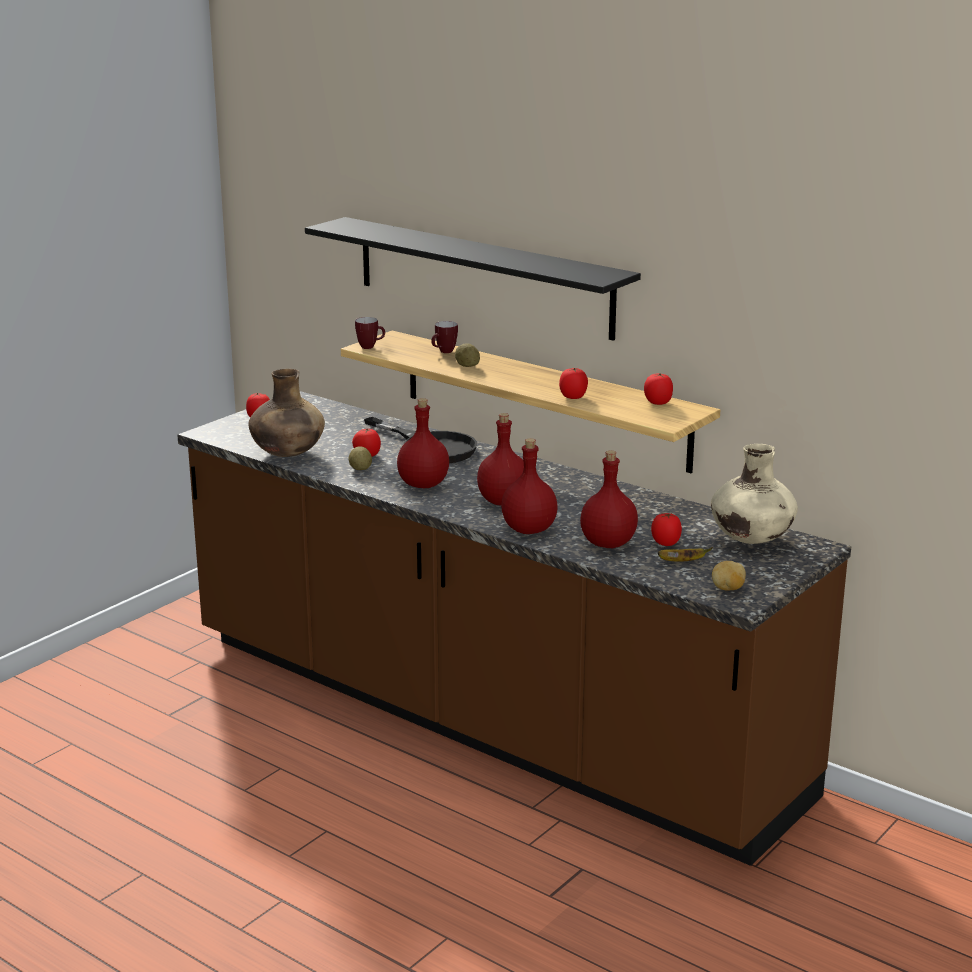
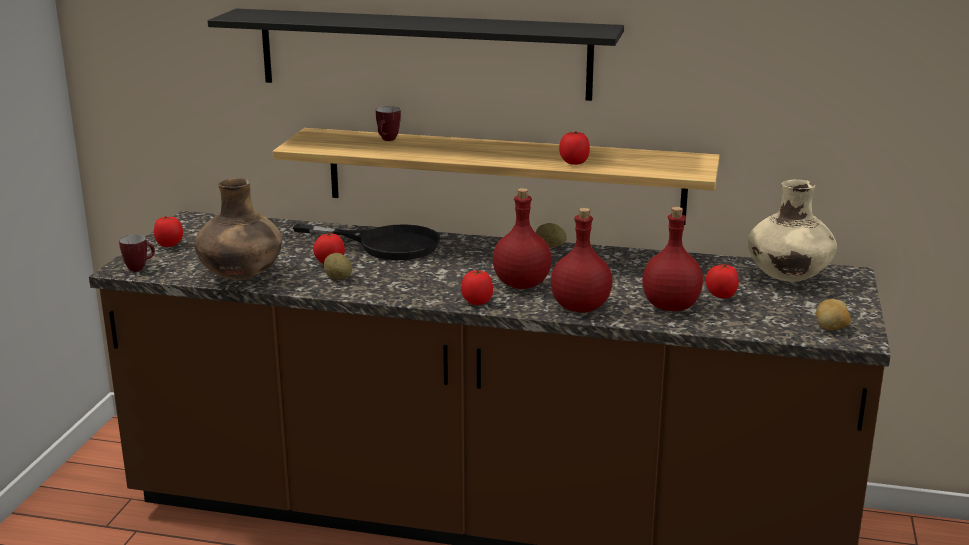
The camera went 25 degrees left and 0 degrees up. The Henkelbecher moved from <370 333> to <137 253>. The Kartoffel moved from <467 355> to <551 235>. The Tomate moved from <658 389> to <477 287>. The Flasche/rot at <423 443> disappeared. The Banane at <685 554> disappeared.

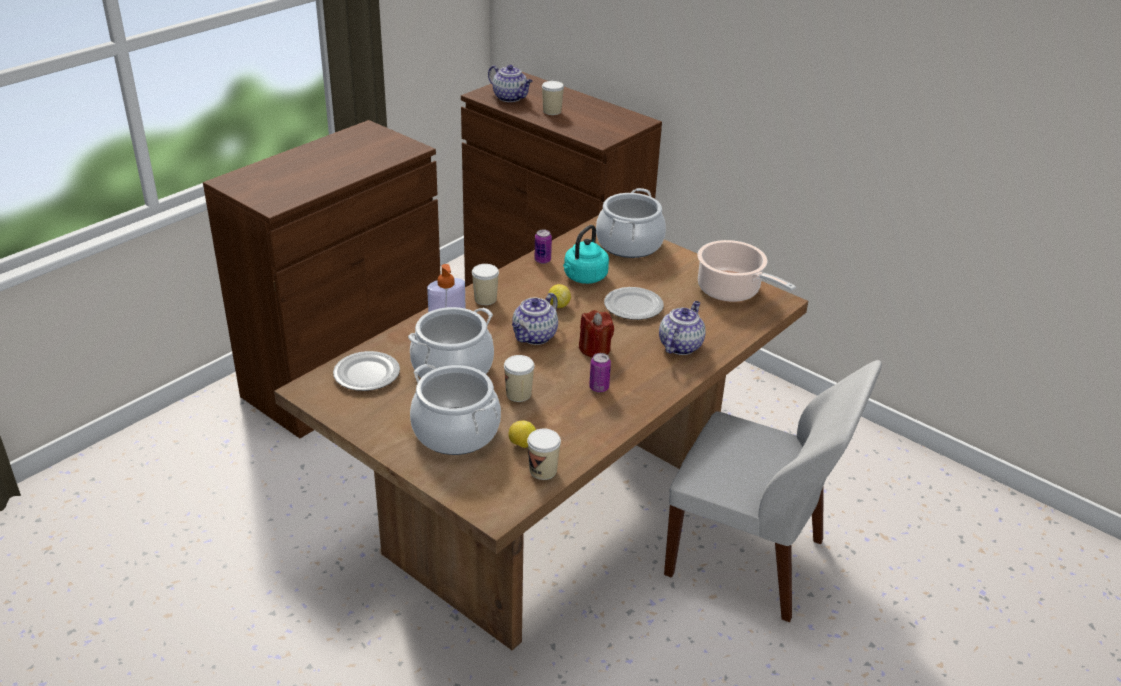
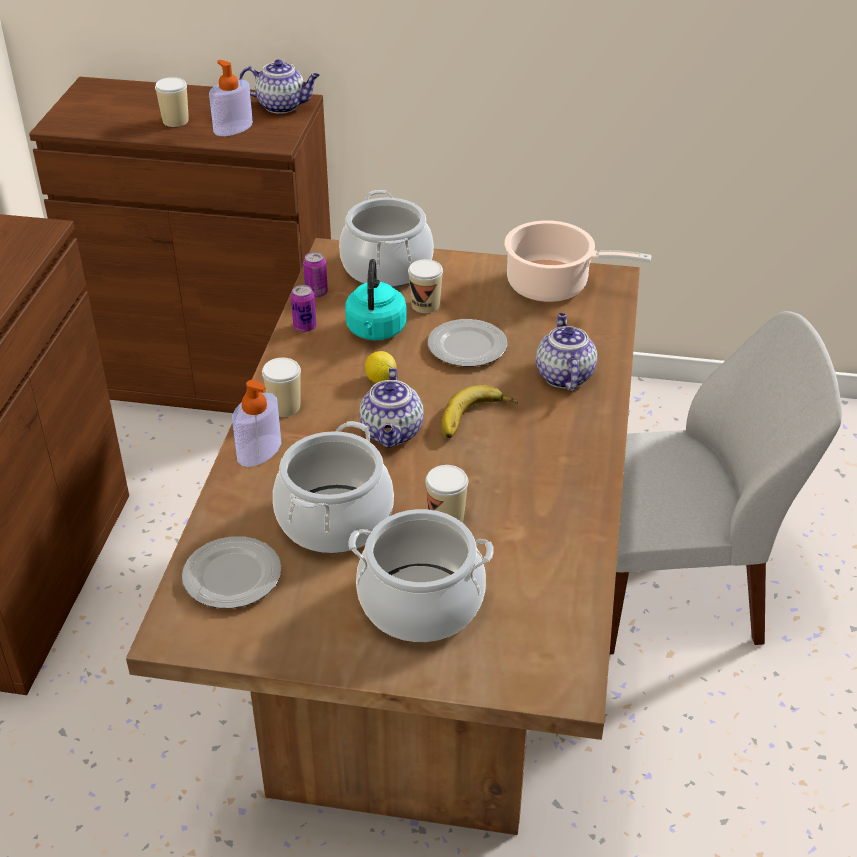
The camera went 30 degrees left and 5 degrees up. The Teekanne moved from <510 83> to <279 87>. The Kerze/rot at <596 334> was replaced by the Banane at <479 411>. The Dose moved from <600 373> to <315 275>. The Zitrone at <522 434> disappeared. The Tasse moved from <544 454> to <425 286>. The Seifenspender at <231 98> appeared.

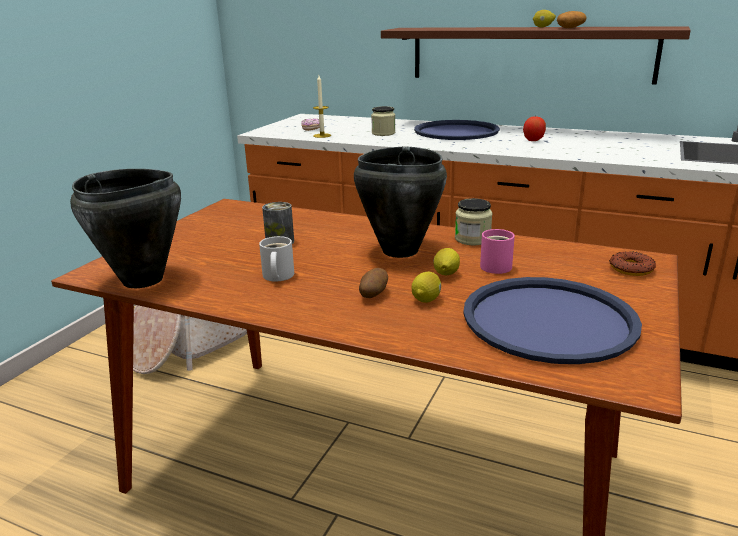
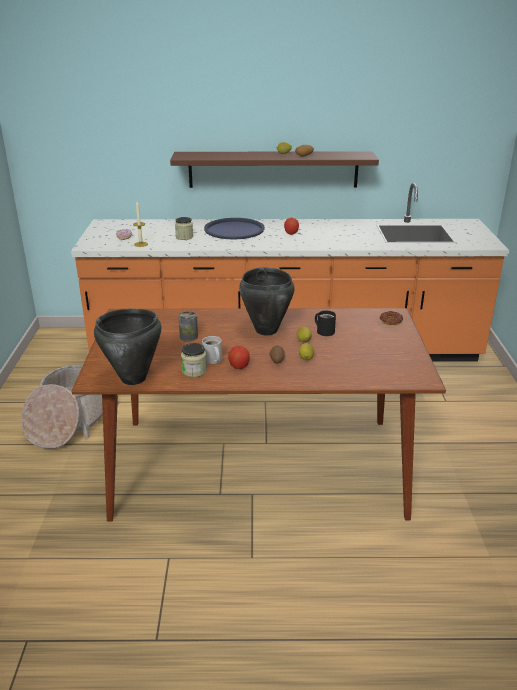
The camera went 25 degrees left and 5 degrees up. The Vorratsglas moved from <473 221> to <194 360>. The Henkelbecher/rosa at <497 251> became the Henkelbecher/schwarz at <325 323>. The Tablett/blau at <552 320> disappeared. The Apfel at <239 357> appeared.

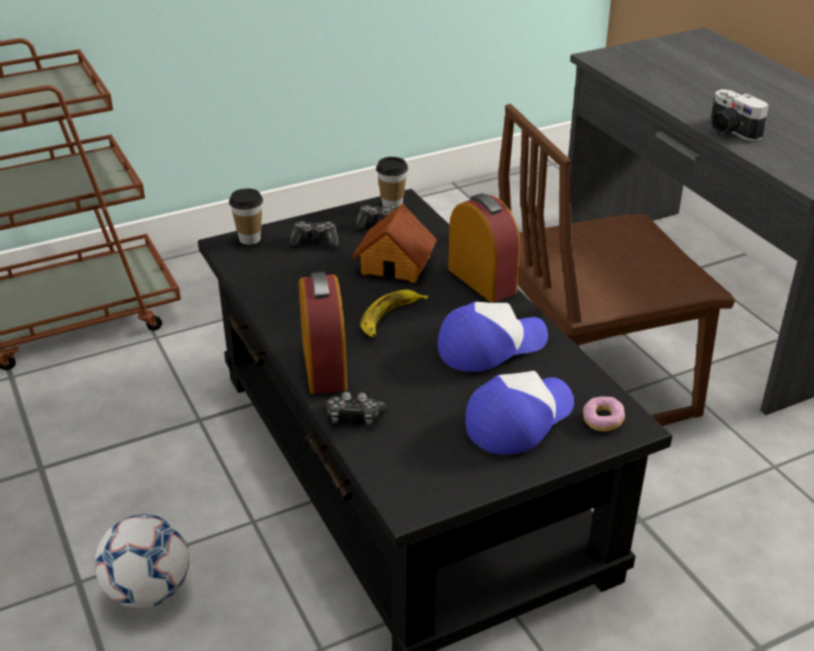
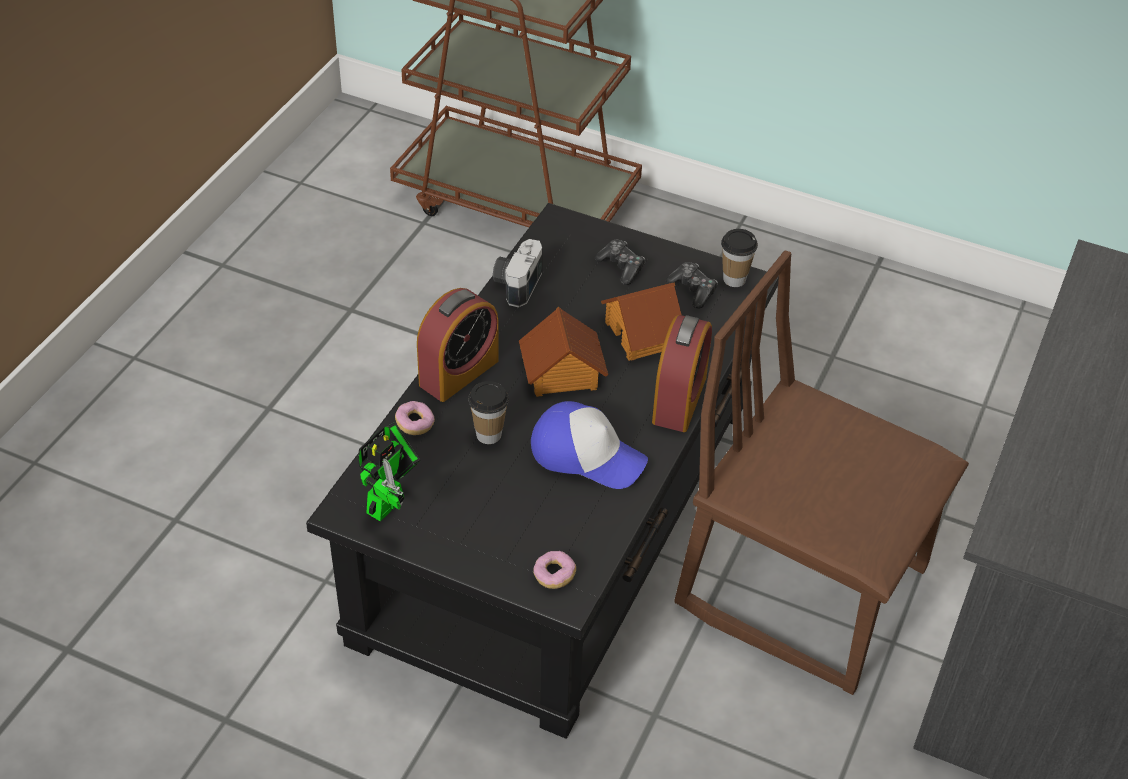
The camera went 50 degrees right and 10 degrees up. The Kamera moved from <740 115> to <517 273>. The Tasse moved from <246 216> to <488 412>. The Banane at <394 313> was replaced by the Spielzeughaus at <563 352>. The Kappe at <520 413> disappeared. The Gamepad at <356 408> was replaced by the Donut at <415 418>. The Fußball at <142 561> disappeared. The Spielzeugroboter at <389 472> appeared.

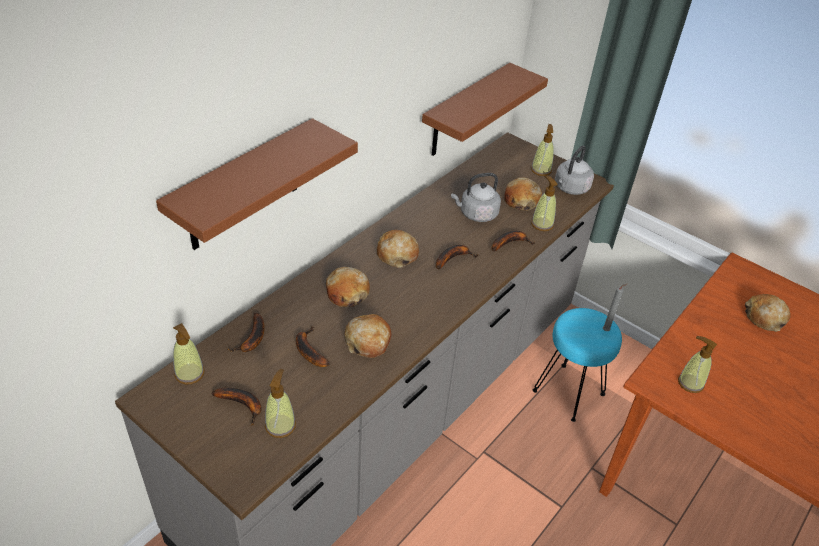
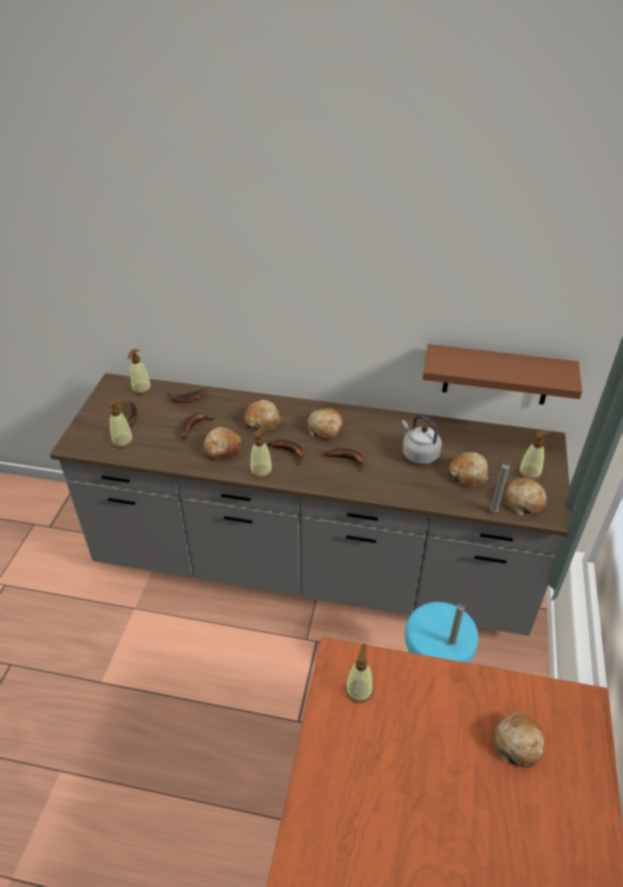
The camera went 65 degrees right and 0 degrees up. The Wandregal/braun at <257 184> disappeared. The Wasserkessel/grau at <574 170> was replaced by the Brot at <525 496>. The Seifenspender moved from <544 203> to <261 453>. The Banane moved from <513 241> to <286 452>. The Kerze/grau at <502 487> appeared.

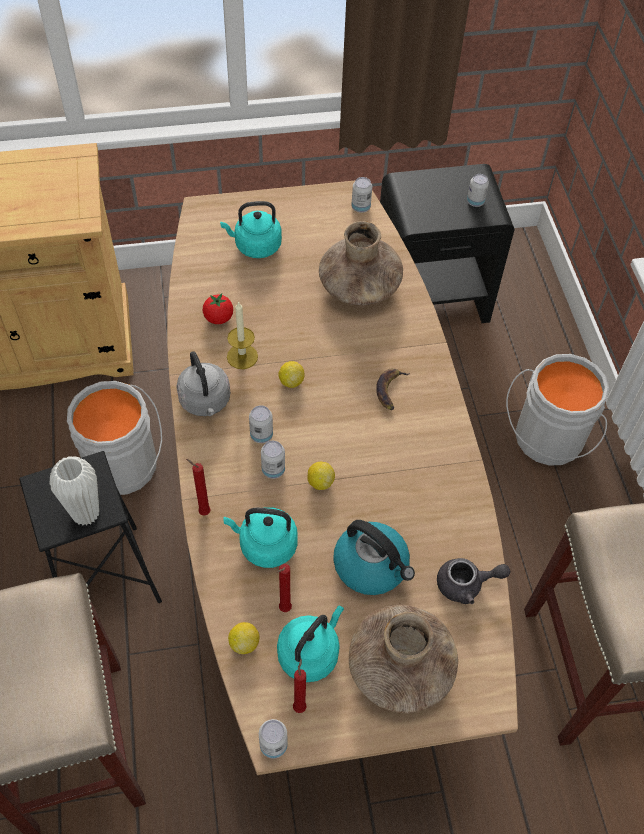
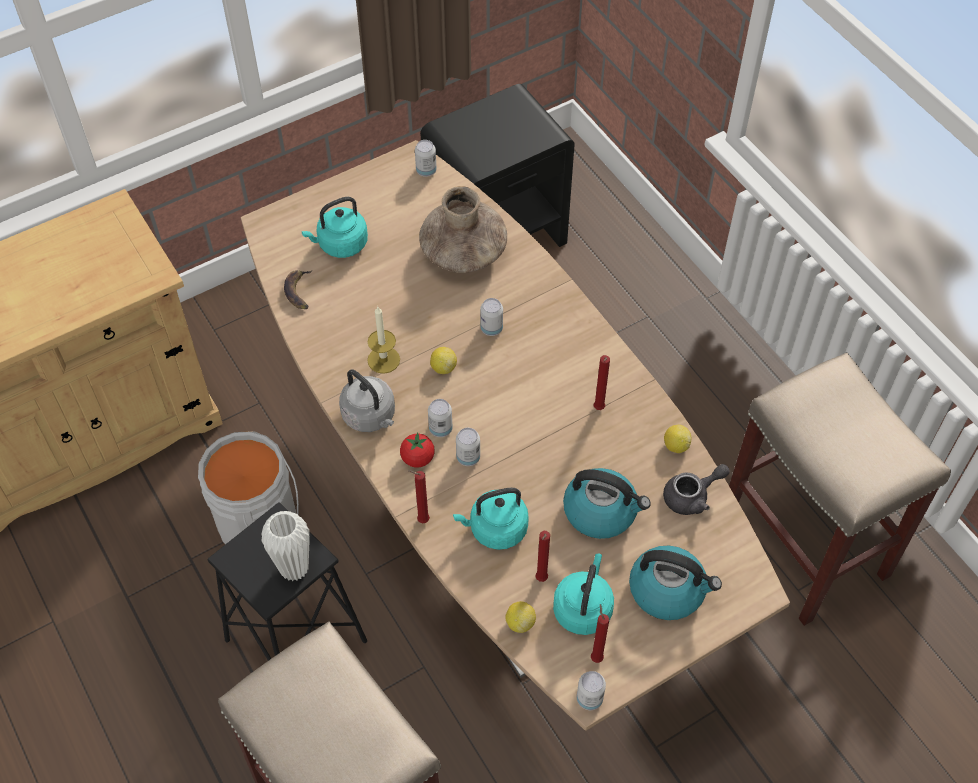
The camera went 20 degrees left and 0 degrees up. The Dose moved from <478 190> to <491 317>. The Tomate moved from <218 308> to <417 450>. The Eimer/grau at <557 410> disappeared. The Banane moved from <393 389> to <298 289>. The Zitrone moved from <321 476> to <677 439>. The Vase/braun at <403 659> was replaced by the Wasserkessel at <675 583>. The Kerze/rot at <602 382> appeared.

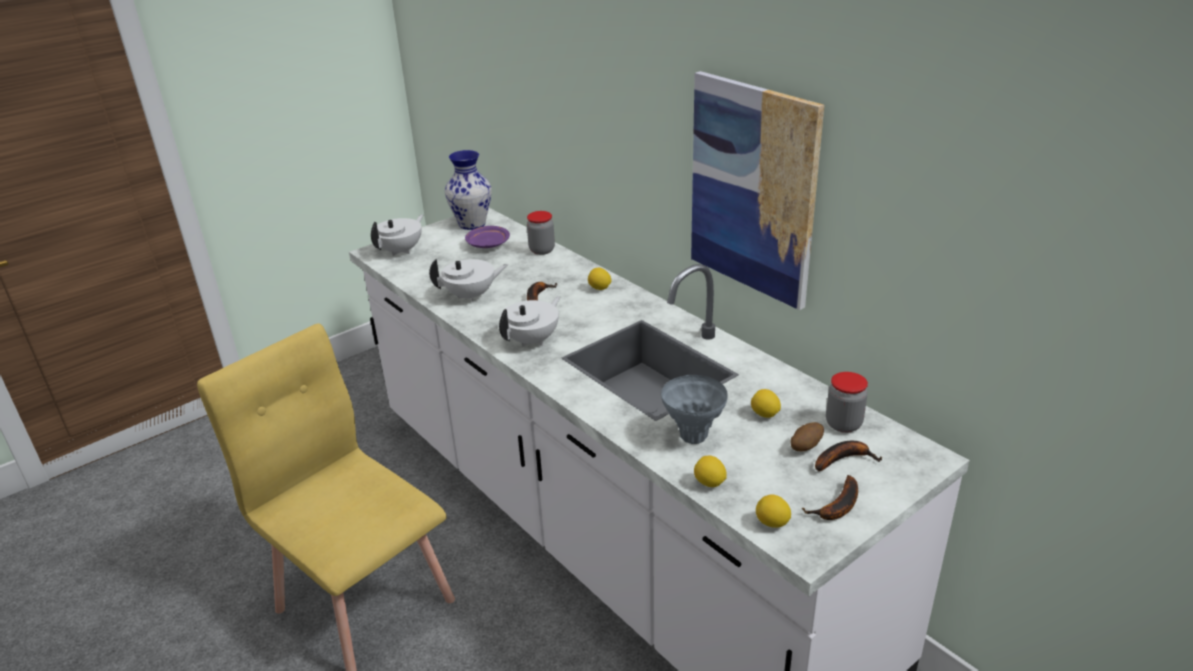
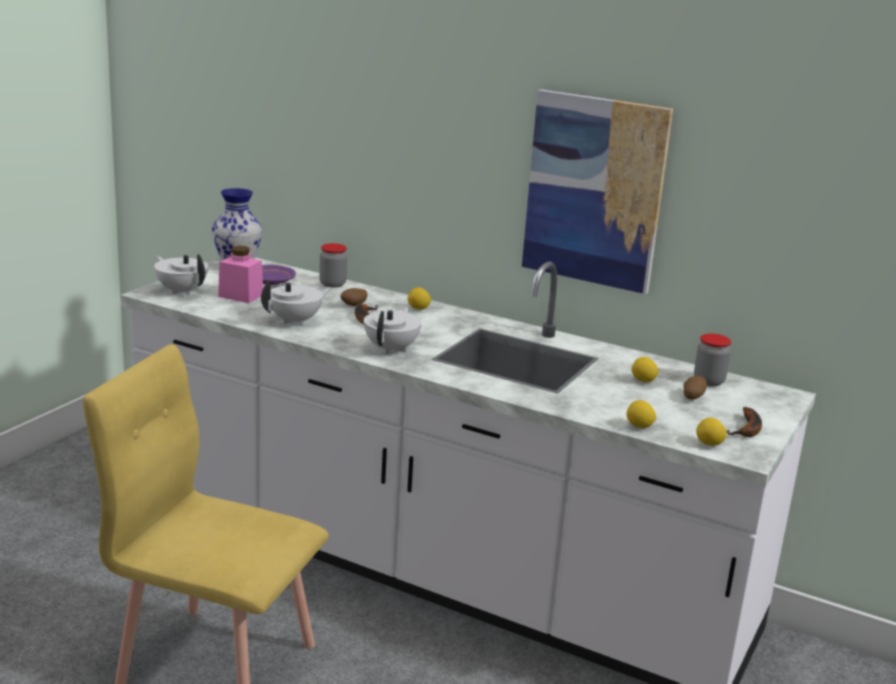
The camera went 25 degrees left and 10 degrees down. The Teekanne/weiß at <397 235> turned 60 degrees counterclockwise. The Vase/grau at <694 409> disappeared. The Banane at <848 456> disappeared. The Vorratsglas/rosa at <240 274> appeared. The Kartoffel at <354 297> appeared.

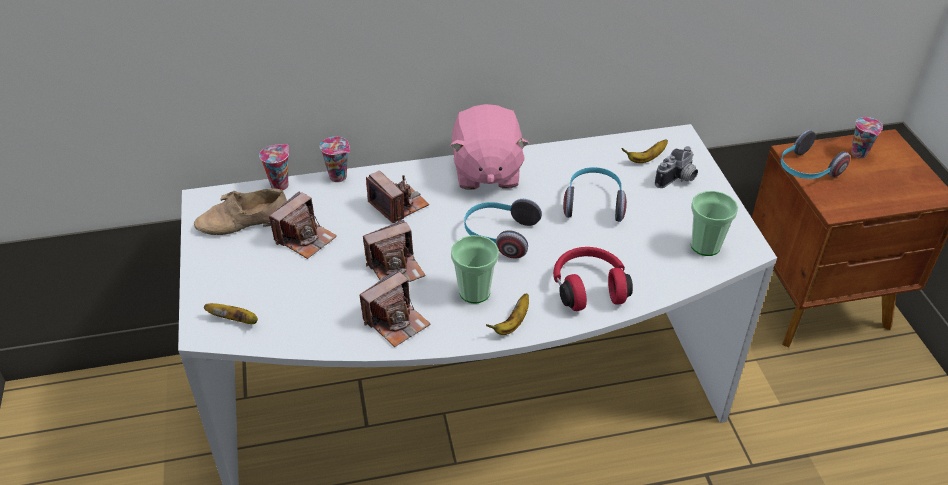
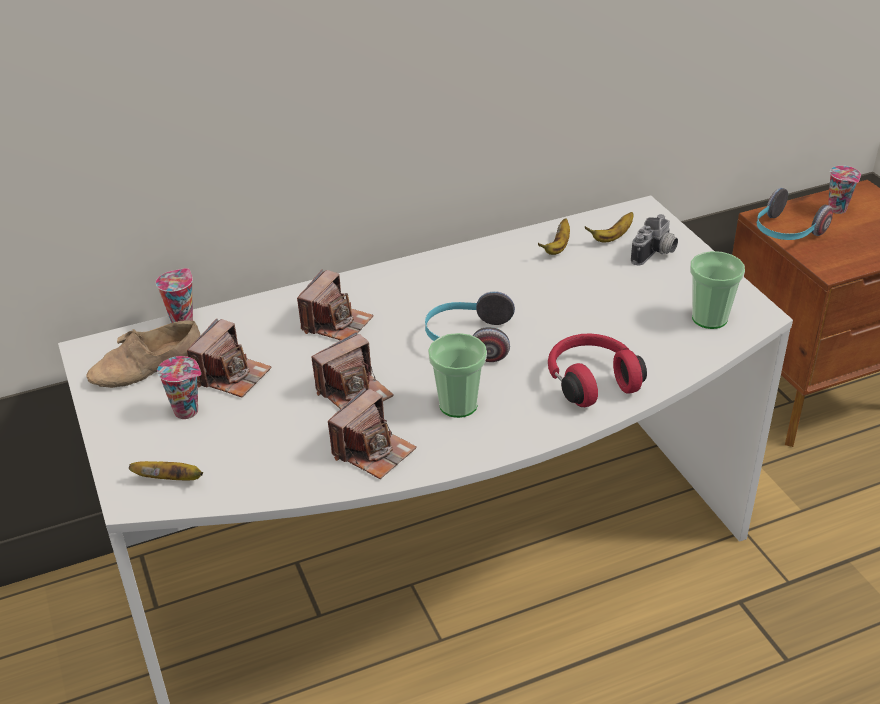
The camera went 10 degrees left and 5 degrees down. The Plüschtier/rosa at <489 147> disappeared. The Tasse moved from <335 159> to <179 387>. The Kopfhörer at <595 194> disappeared. The Kamera at <397 197> turned 75 degrees clockwise. The Banane moved from <507 314> to <554 236>.

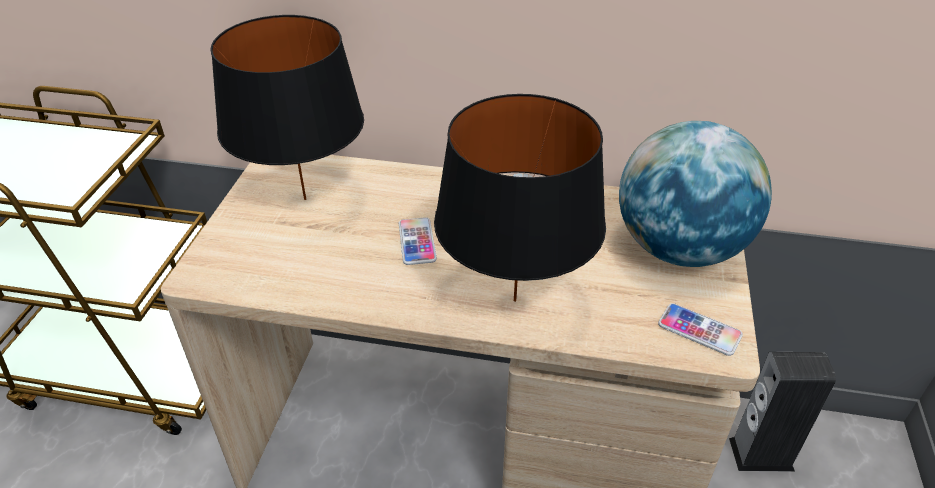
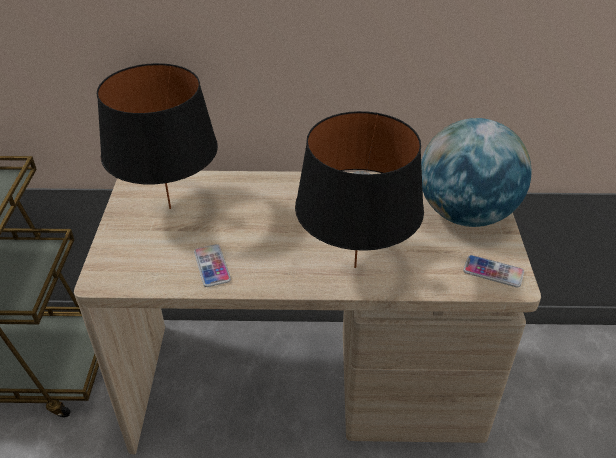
The camera went 10 degrees left and 0 degrees up. The Handy moved from <418 241> to <212 265>. The Lautsprecher at <782 412> disappeared.

